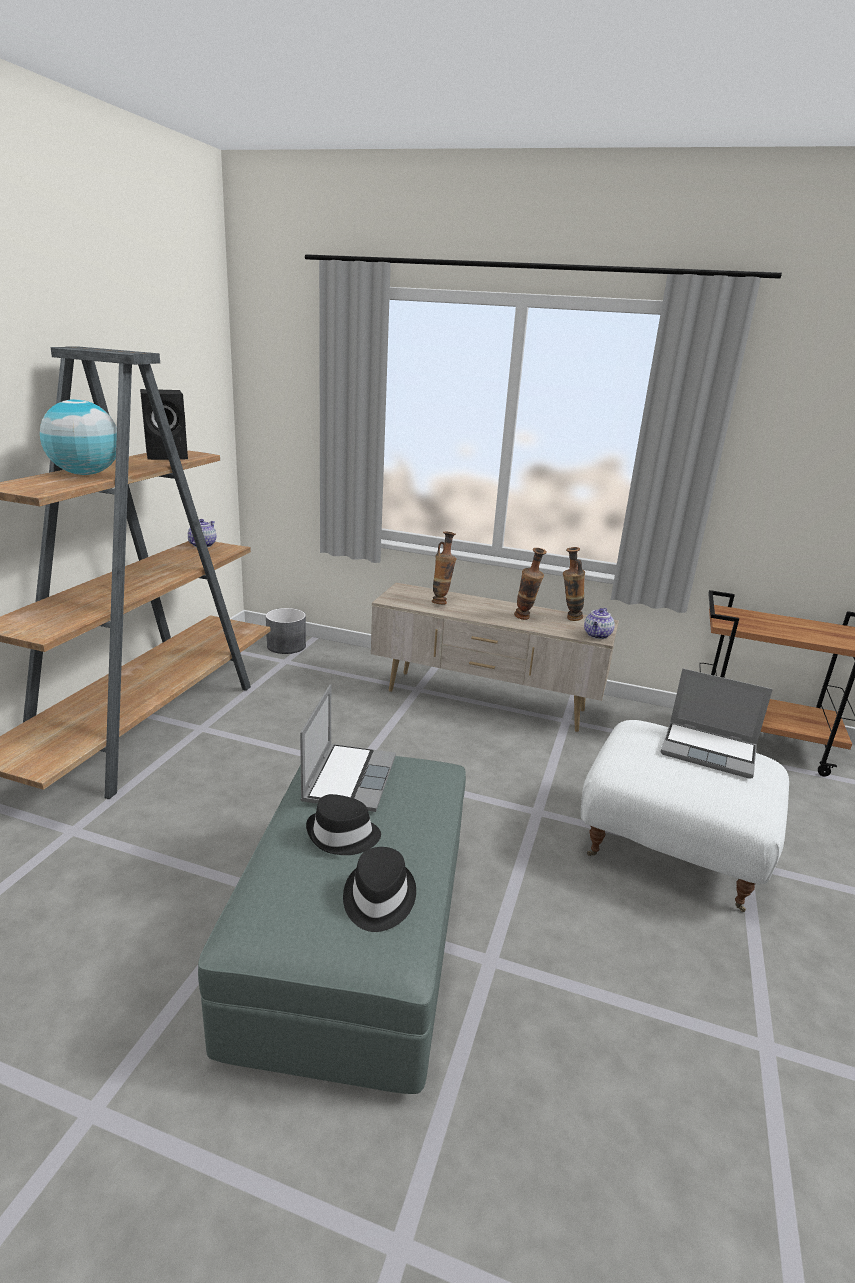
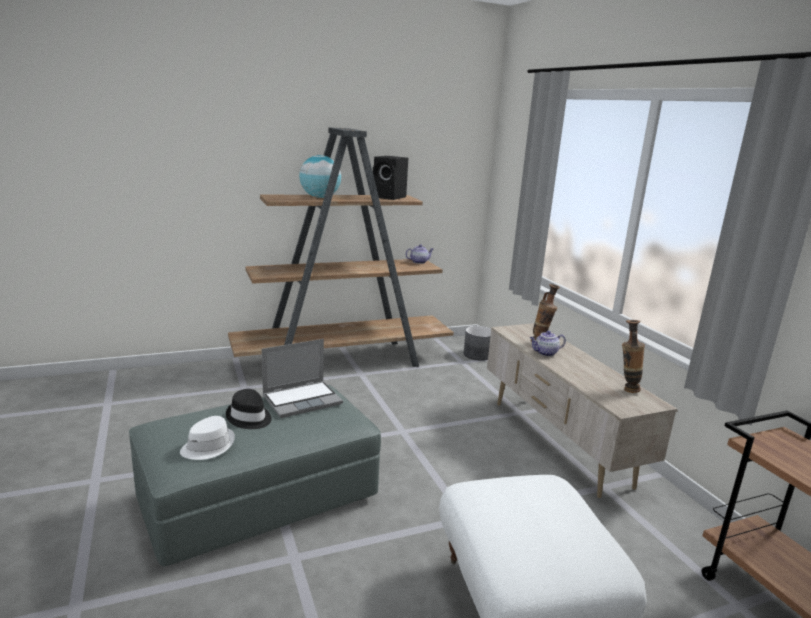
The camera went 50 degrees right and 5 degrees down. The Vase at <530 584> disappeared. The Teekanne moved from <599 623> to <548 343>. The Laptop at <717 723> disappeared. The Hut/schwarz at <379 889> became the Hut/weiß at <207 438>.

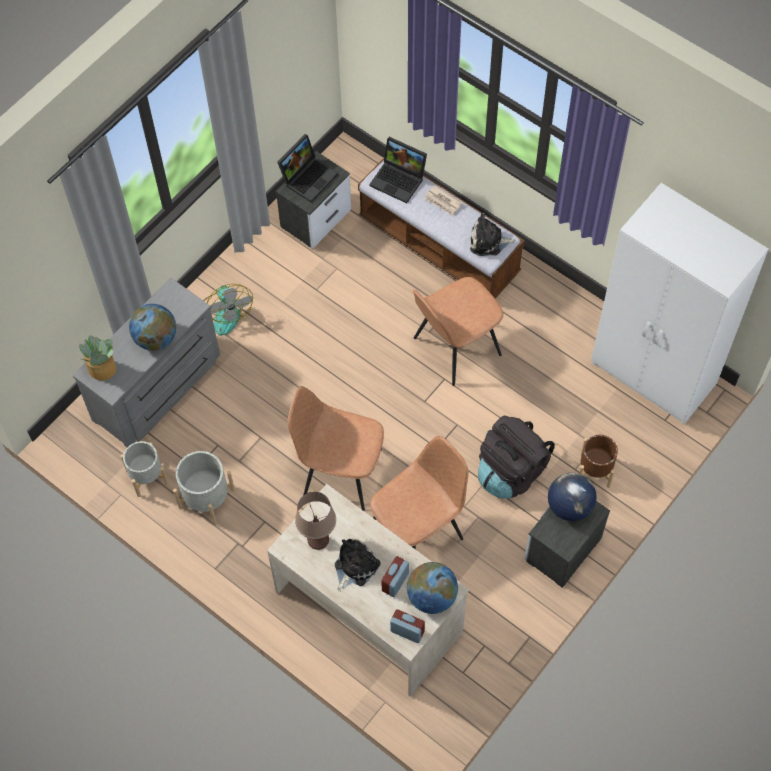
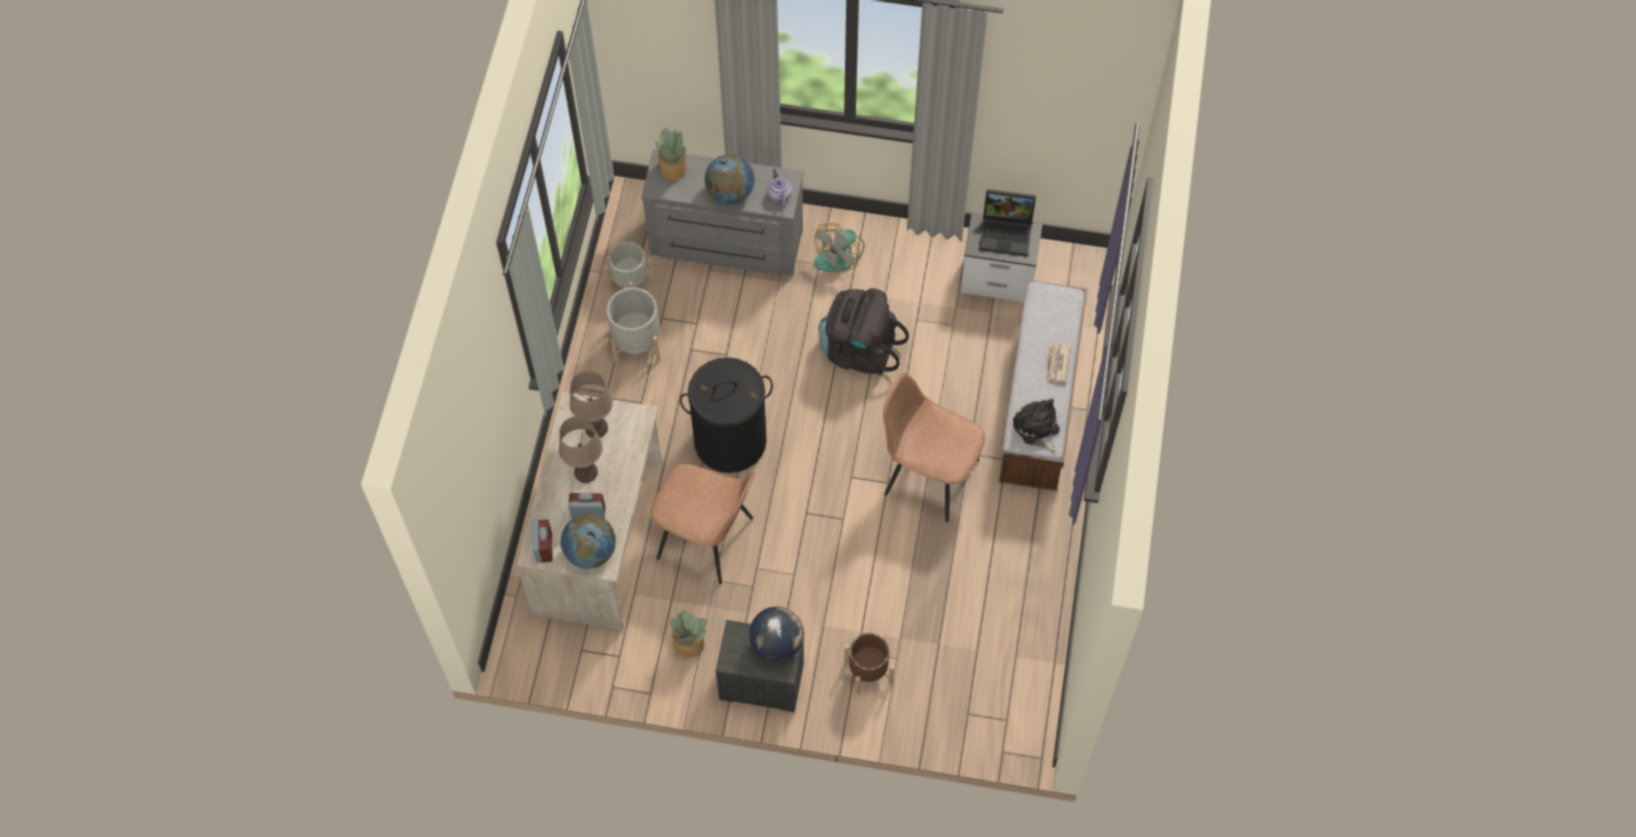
The camera went 60 degrees right and 0 degrees up. The Laptop at <398 170> disappeared. The Kleiderschrank/weiß at <679 304> disappeared. The Stuhl/braun at <336 448> was replaced by the Wäschekorb/schwarz at <726 415>. The Rucksack/schwarz moved from <516 457> to <863 331>. The Plüschtier at <358 565> was replaced by the Tischlampe/braun at <581 449>. The Teekanne at <779 188> appeared. The Topfpflanze at <688 633> appeared.

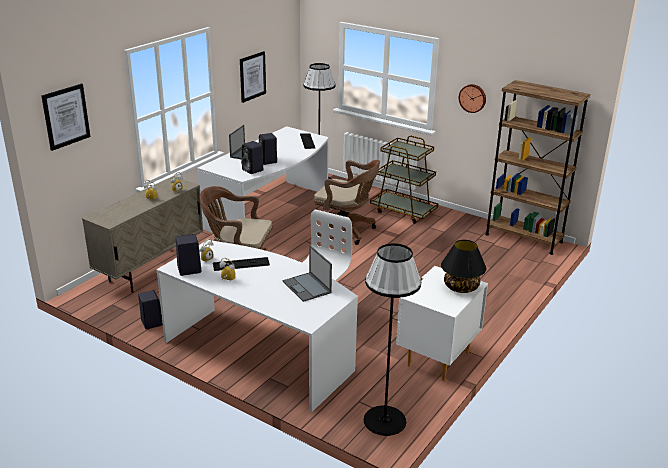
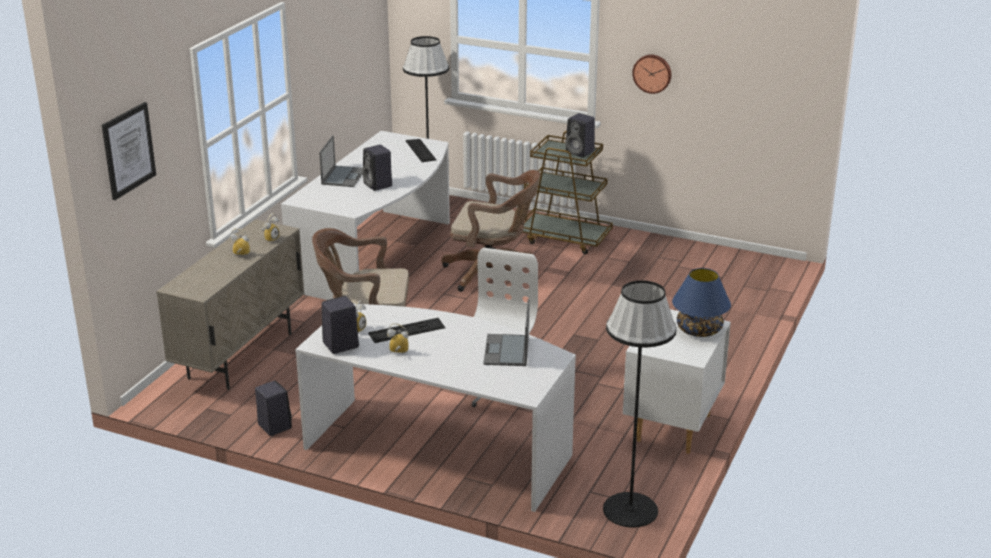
The camera went 10 degrees left and 0 degrees up. The Bild at <253 77> disappeared. The Bücherregal/braun at <537 167> disappeared. The Lautsprecher/schwarz moved from <252 157> to <580 135>. The Tischlampe/schwarz at <463 266> became the Tischlampe/blau at <701 302>. The Laptop at <307 273> turned 45 degrees clockwise.

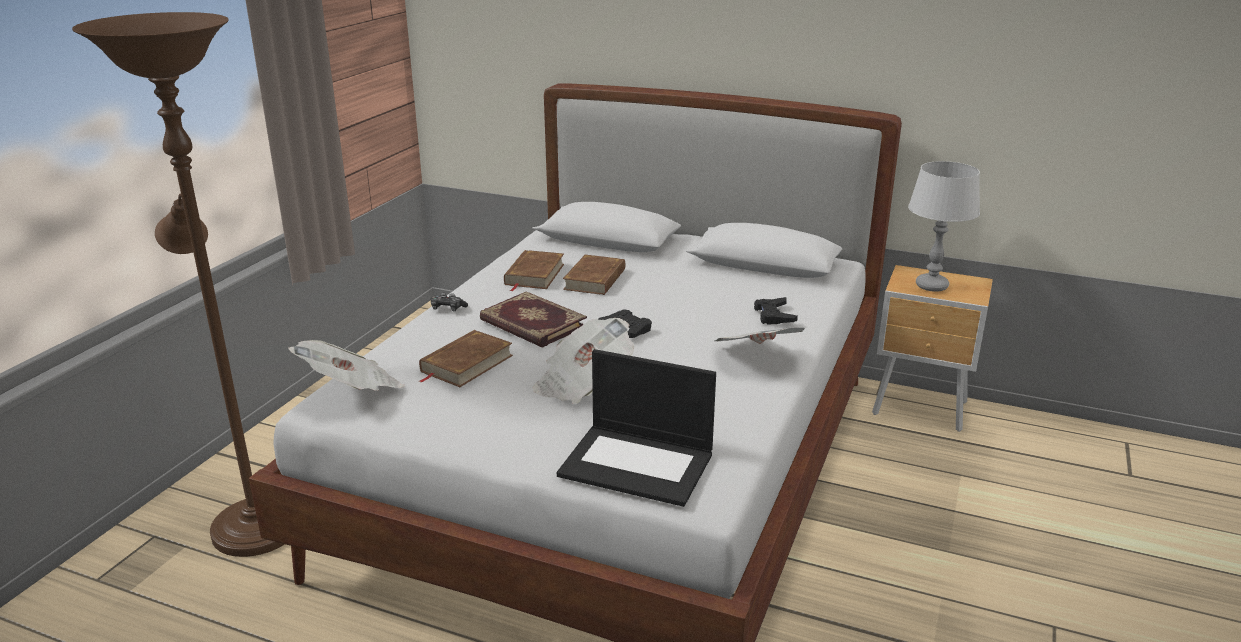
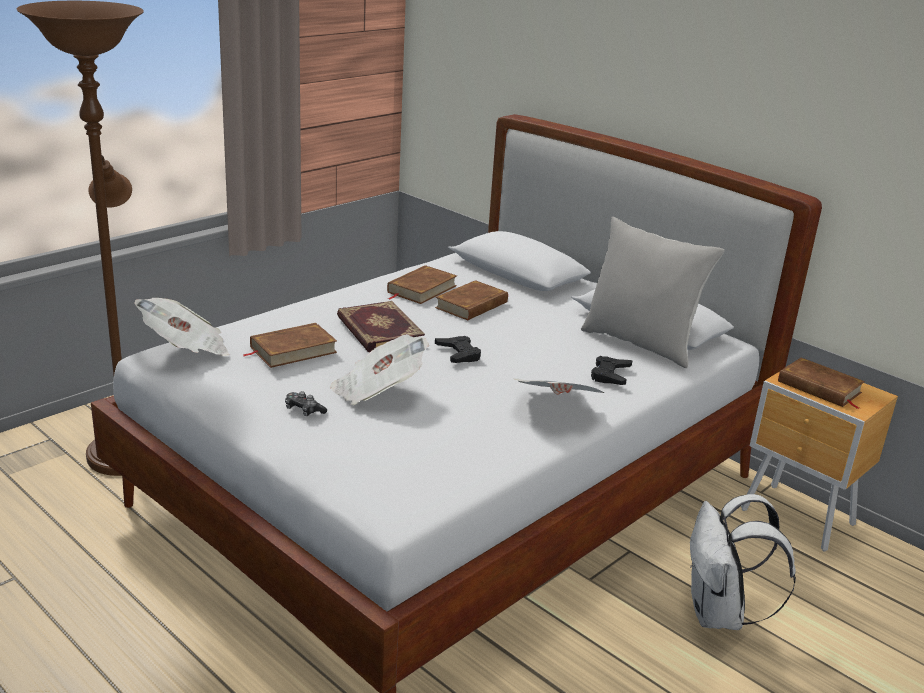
The camera went 20 degrees right and 0 degrees up. The Tischlampe/grau at <944 226> was replaced by the Buch/braun at <821 383>. The Gamepad moved from <449 302> to <306 403>. The Laptop at <636 428> disappeared. The Kissen/grau at <652 292> appeared. The Rucksack/weiß at <743 562> appeared.

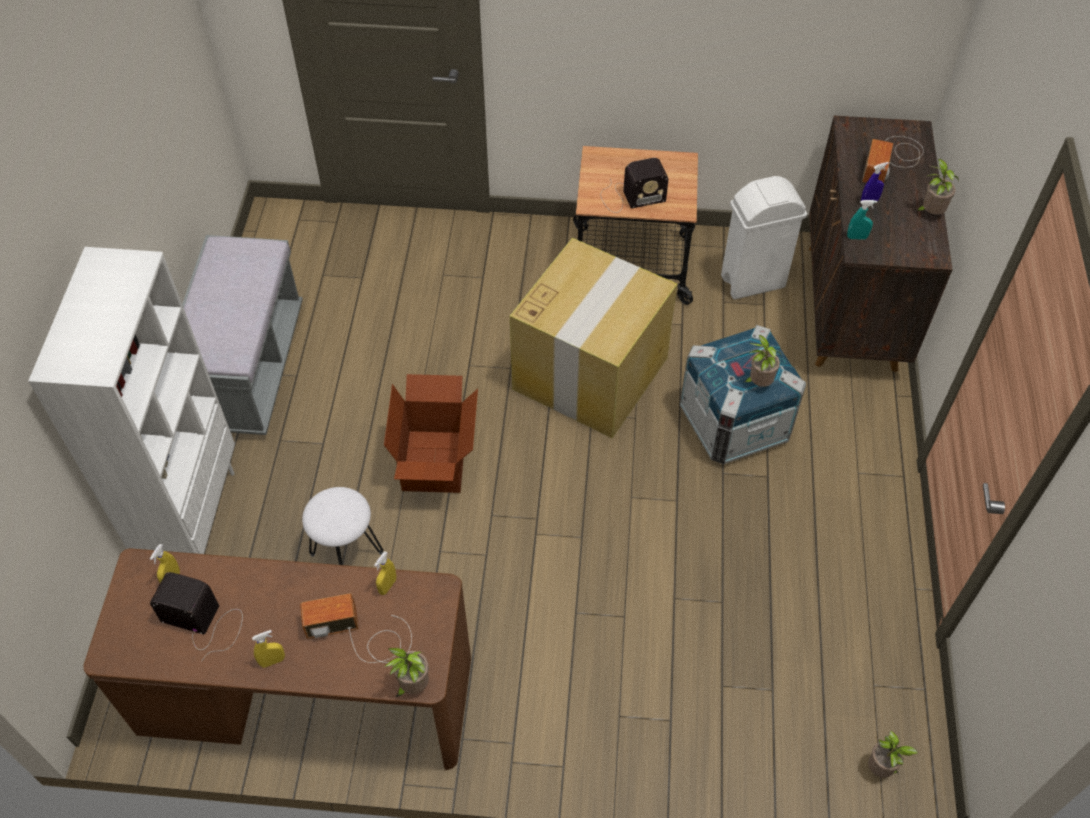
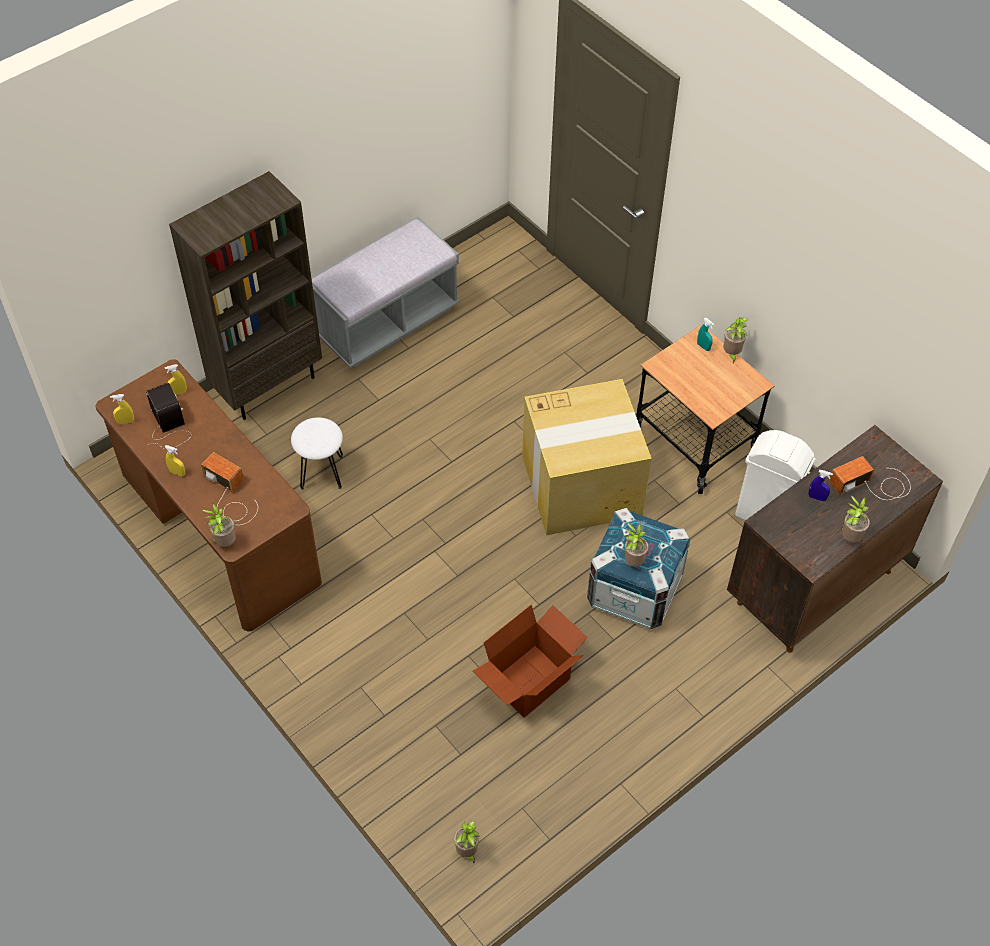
The camera went 45 degrees right and 0 degrees up. The Radio at <634 185> disappeared. The Sprühflasche/türkis moved from <862 220> to <705 334>. The Bücherregal/weiß at <131 400> became the Bücherregal/braun at <245 295>. The Karton moved from <431 433> to <530 661>. The Sprühflasche/gelb moved from <385 573> to <122 409>. The Topfpflanze at <735 340> appeared.

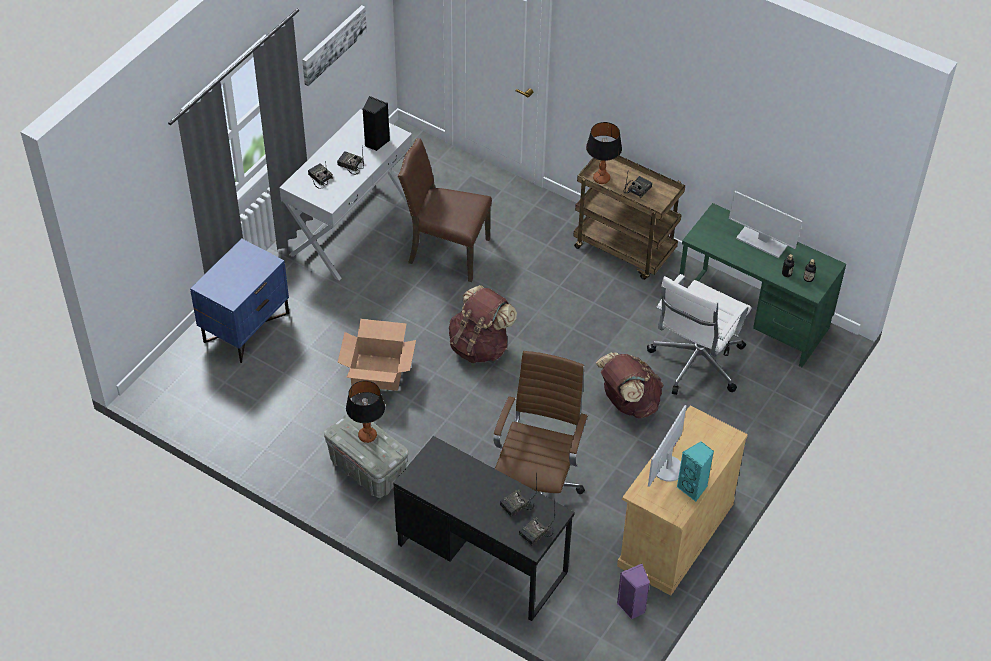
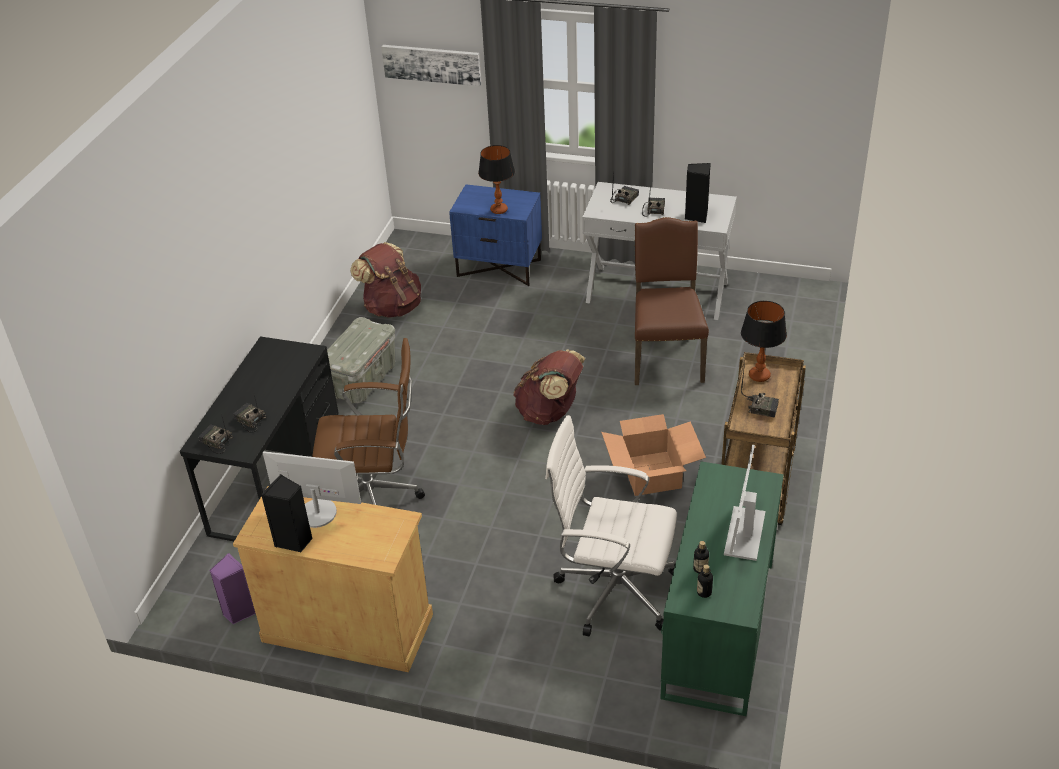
The camera went 75 degrees right and 10 degrees down. The Bild moved from <334 45> to <431 65>. The Karton moved from <376 355> to <653 455>. The Rucksack/braun moved from <630 385> to <385 280>. The Tischlampe moved from <365 412> to <496 179>. The Lautsprecher/türkis at <695 471> became the Lautsprecher/schwarz at <287 513>.

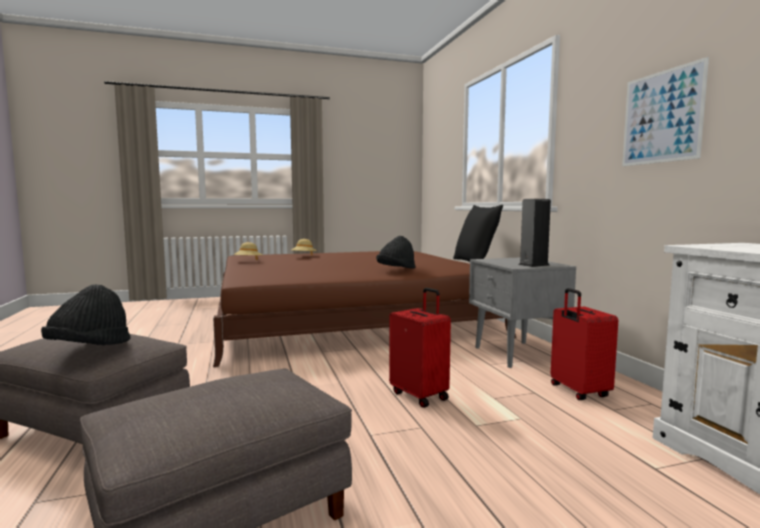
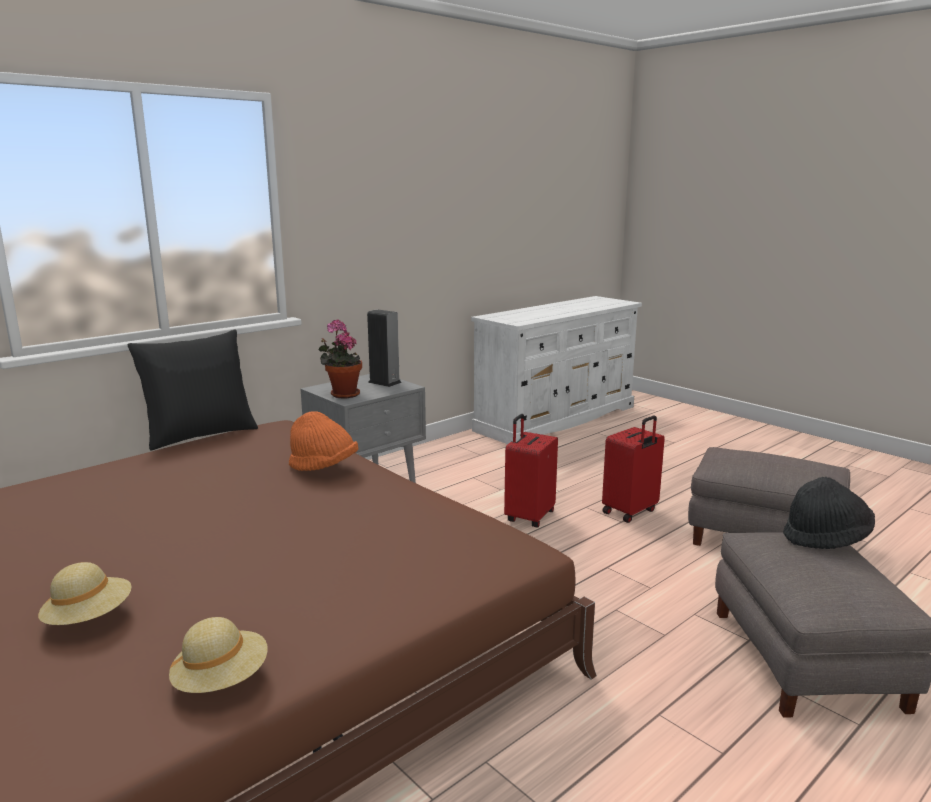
The camera went 115 degrees left and 10 degrees up. The Bild at <665 111> disappeared. The Hut/schwarz at <395 252> became the Hut/orange at <323 441>. The Koffer/rot moved from <584 344> to <633 469>. The Topfpflanze at <340 359> appeared.

